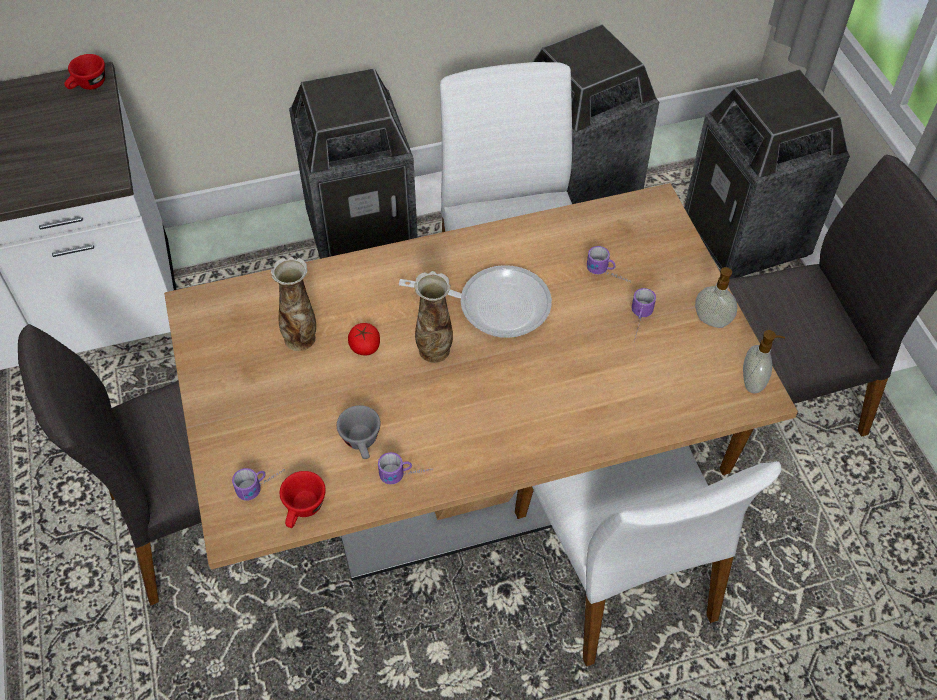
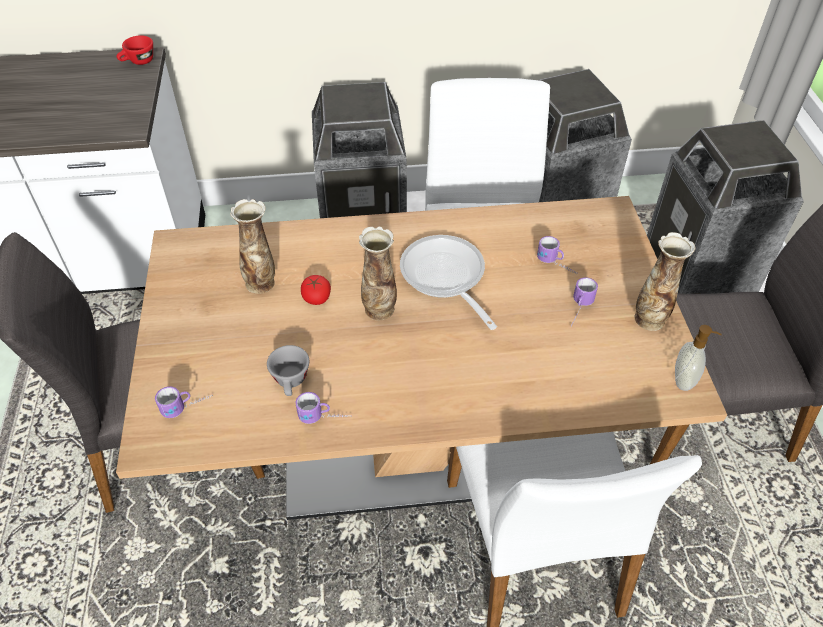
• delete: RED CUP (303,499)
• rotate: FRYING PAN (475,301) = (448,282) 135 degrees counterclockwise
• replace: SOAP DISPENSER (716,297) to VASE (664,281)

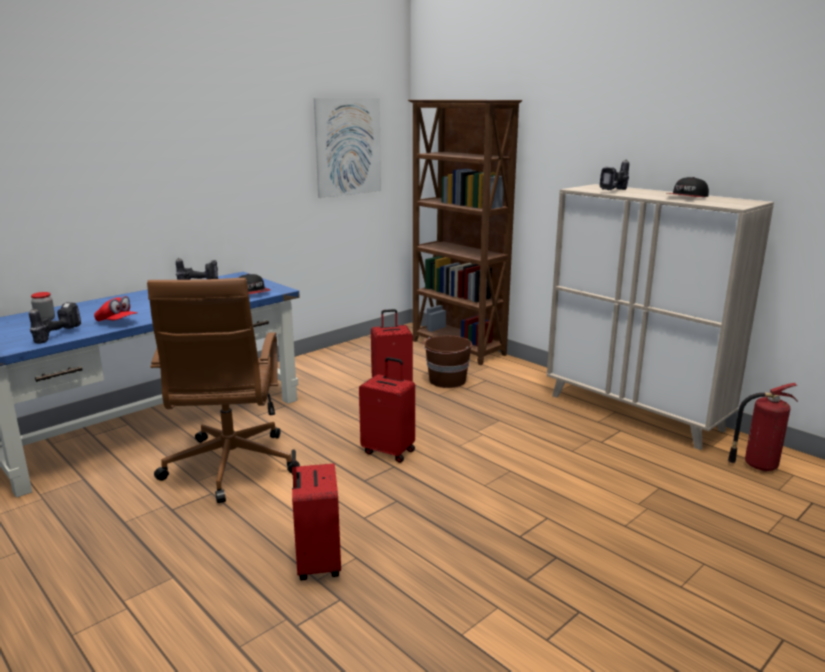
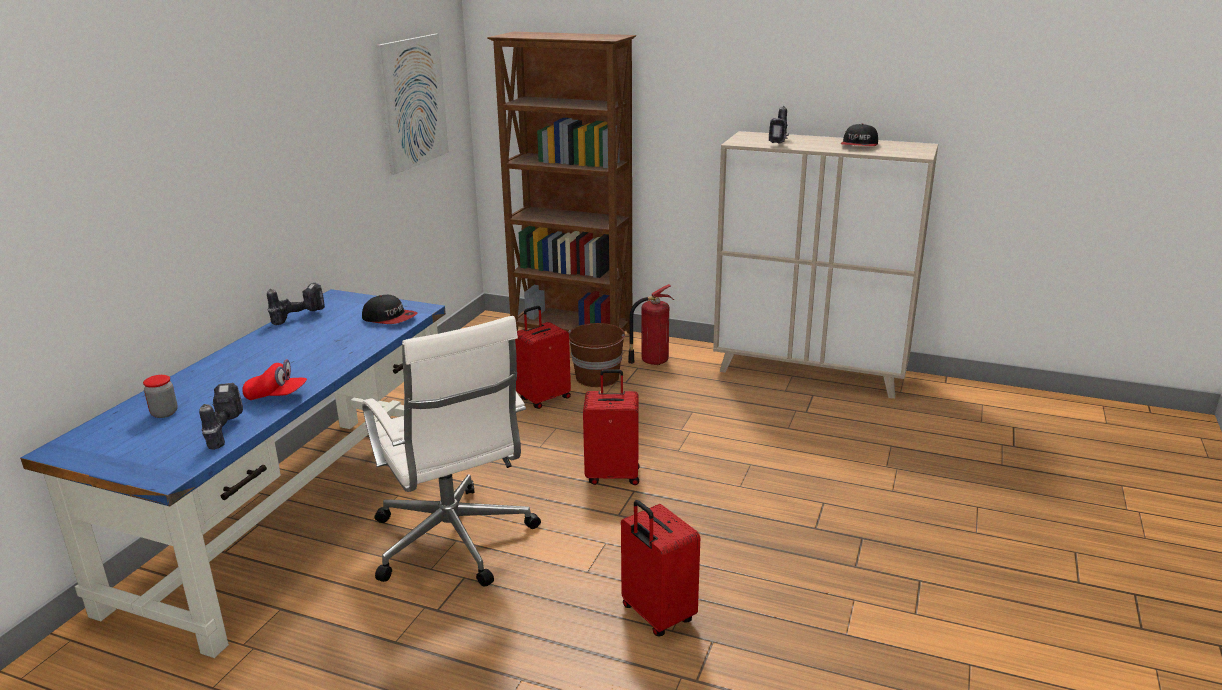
• recolor: BROWN OFFICE CHAIR (223,390) to WHITE OFFICE CHAIR (451,451)
• move: FIRE EXTINGUISHER (763,427) to (651,324)

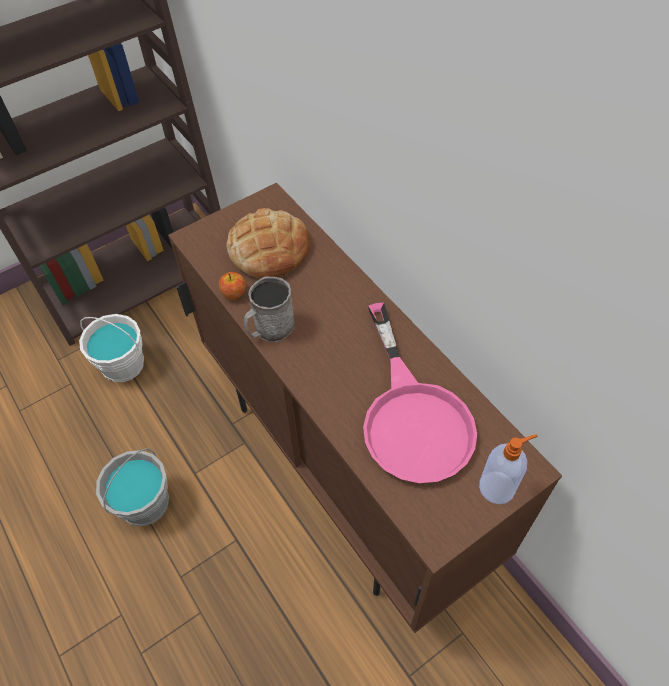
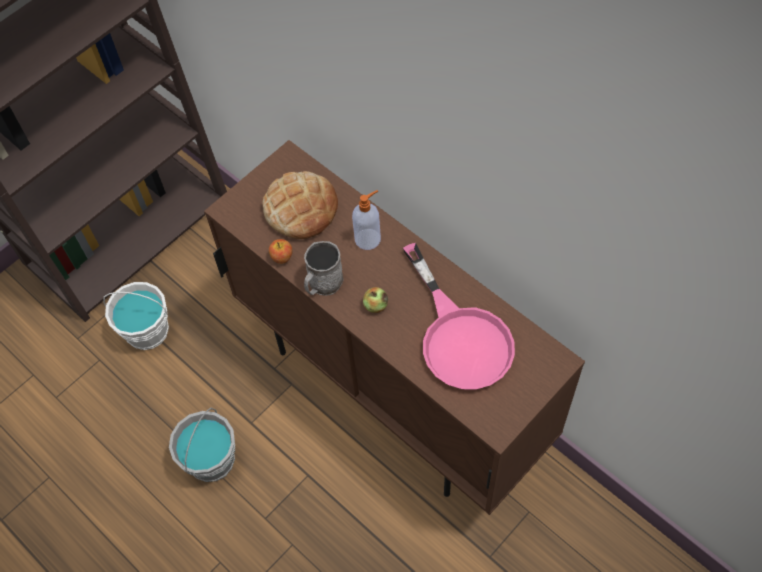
• move: SOAP DISPENSER (508,469) to (366,220)
• insert: APPLE (375,300)

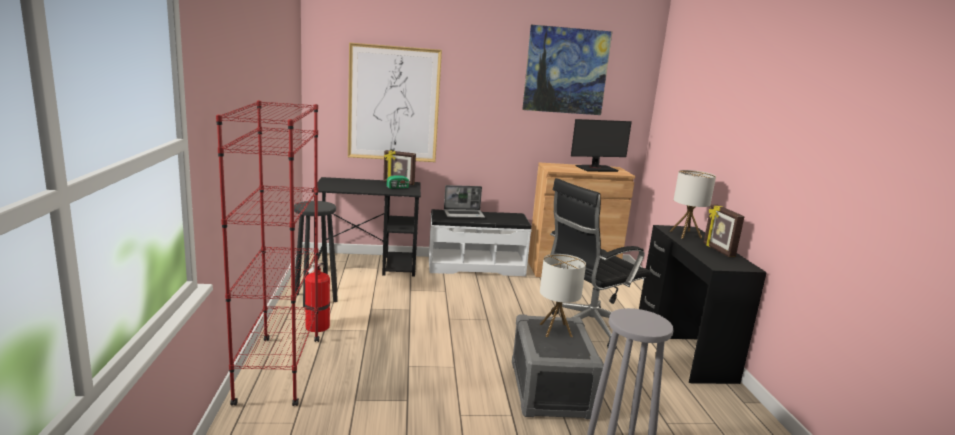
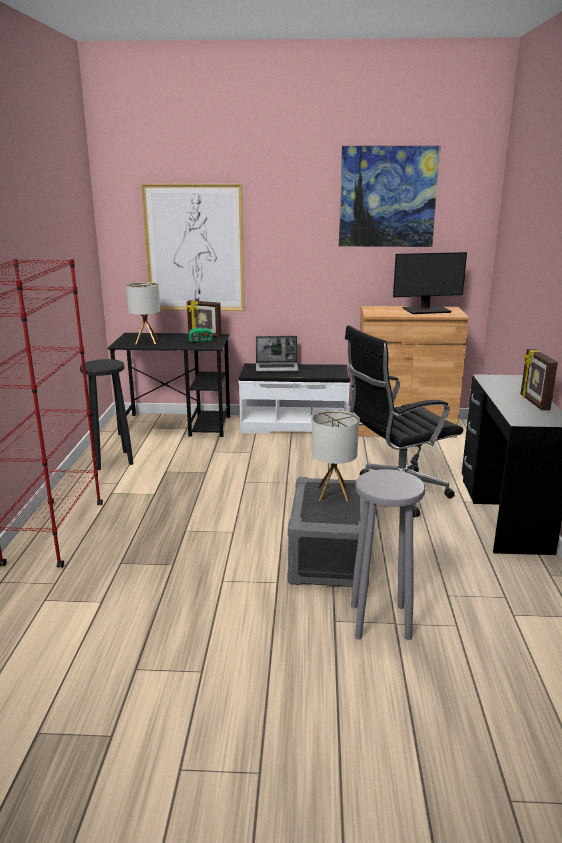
• delete: FIRE EXTINGUISHER (317,297)
• move: TABLE LAMP (693,204) to (143,313)

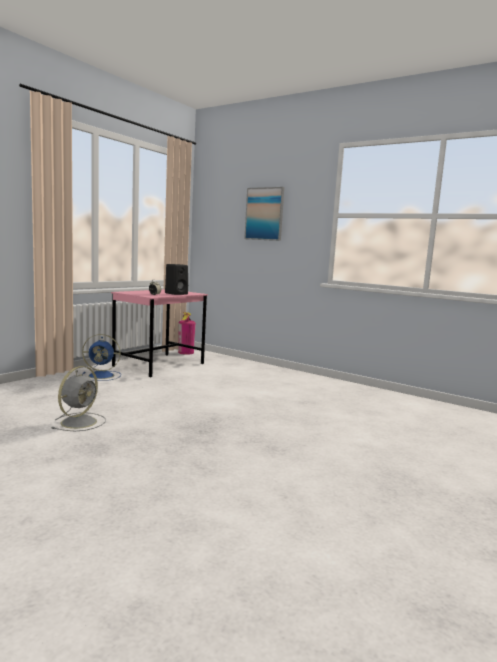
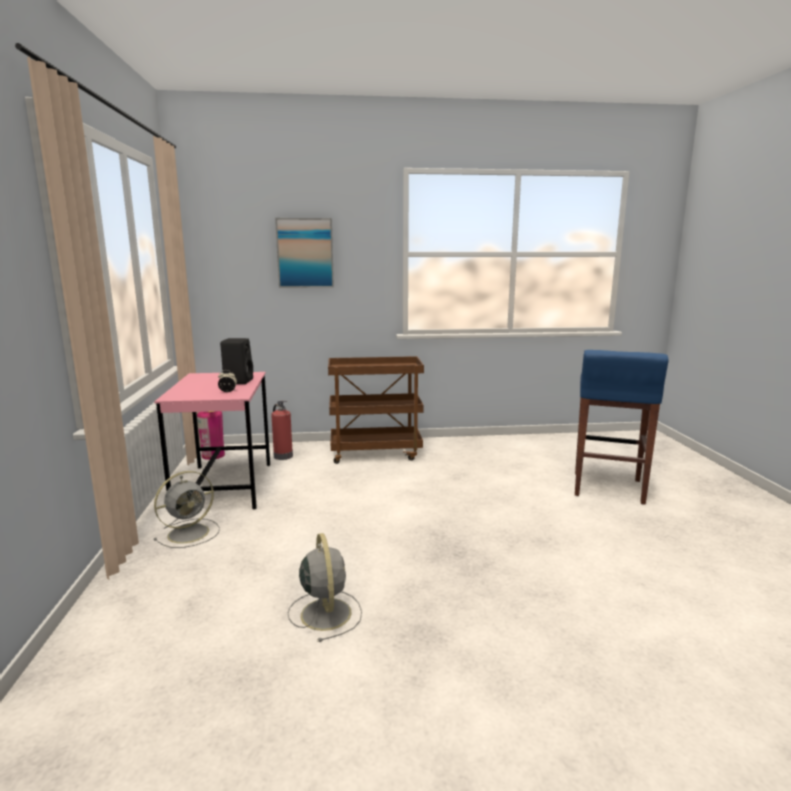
• recolor: BLUE FAN (101,357) to GREY FAN (186,509)
• insert: FIRE EXTINGUISHER (282,430)
• insert: BROWN CART (376,410)
• insert: BLUE STOOL (622,427)

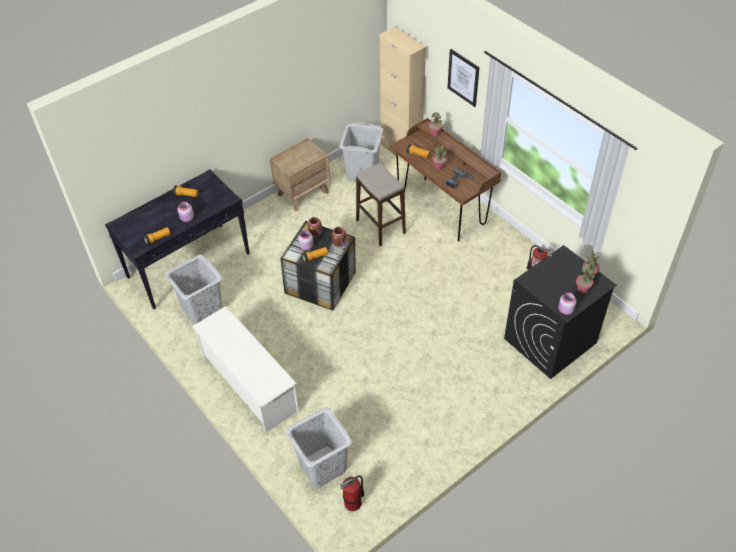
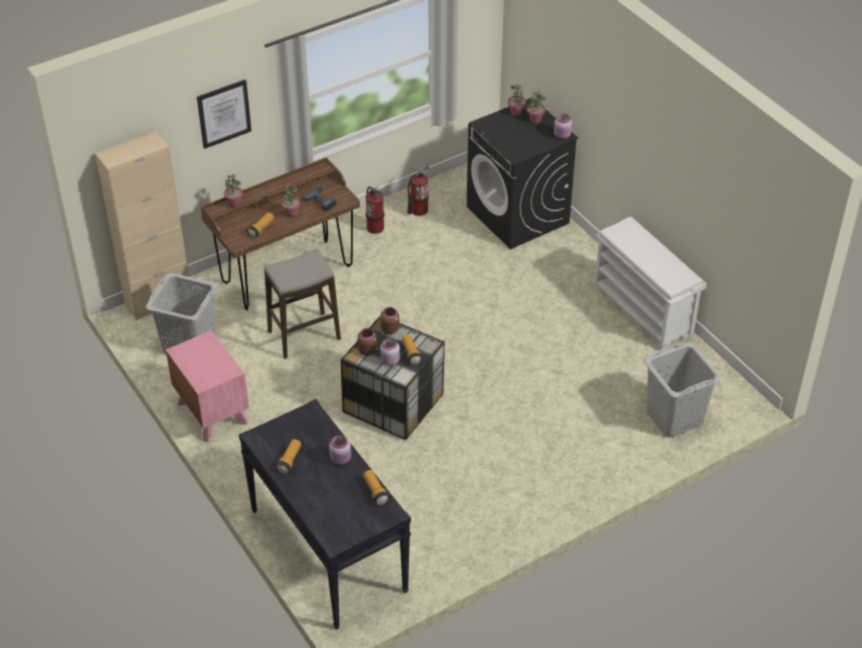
• delete: GREY LAUNDRY BASKET (193,289)
• delete: WHITE SHOE RACK (246,369)
• recolor: BROWN NIGHTSTAND (300,174) to PINK NIGHTSTAND (207,386)
• move: FIRE EXTINGUISHER (352,493) to (374,210)
• insert: WHITE BENCH (650,283)

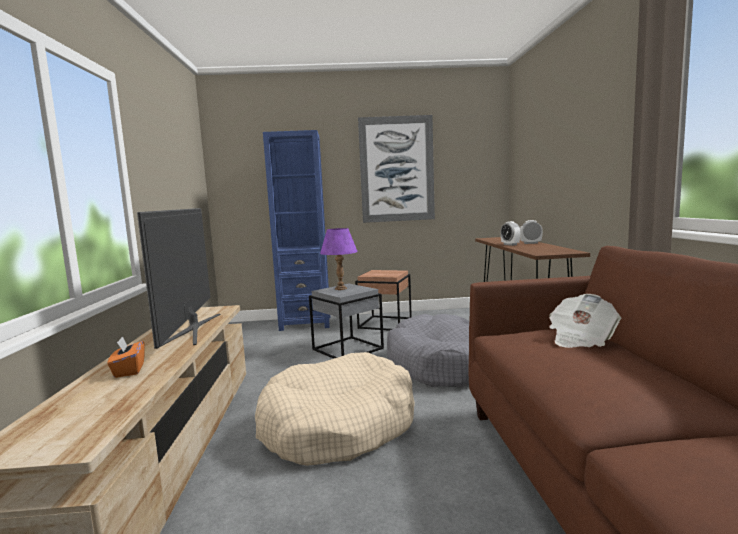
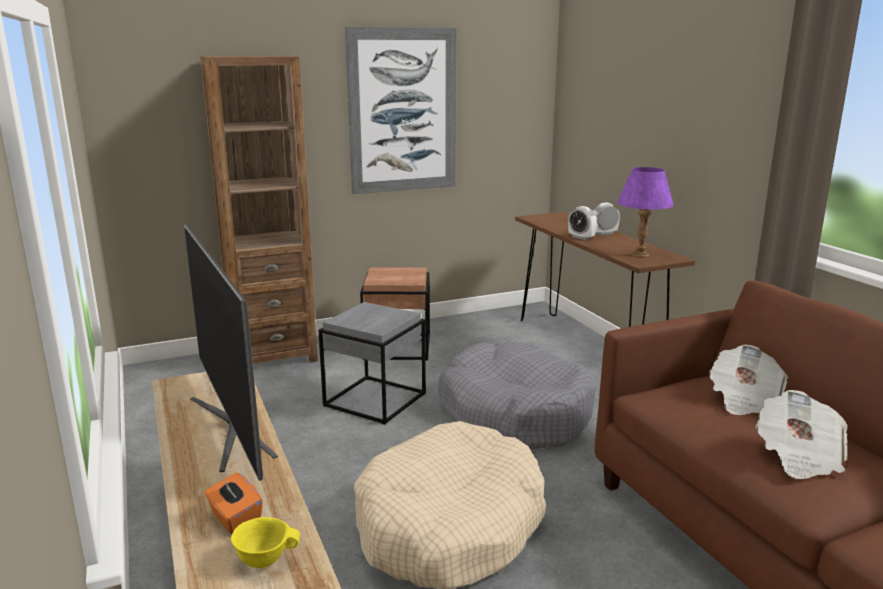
• recolor: BLUE BOOKCASE (296,230) to BROWN BOOKCASE (259,210)
• move: PURPLE TABLE LAMP (339,259) to (645,212)
• insert: YELLOW BOWL (265,542)
• insert: NEWSPAPER (801,434)

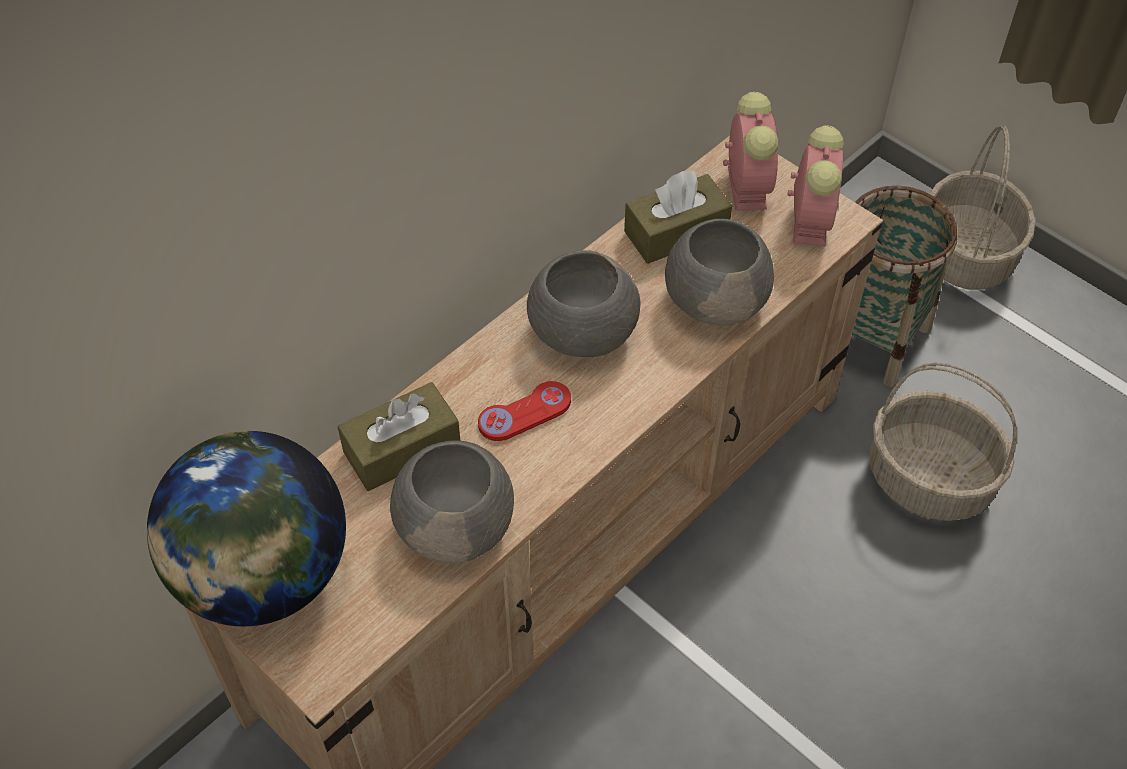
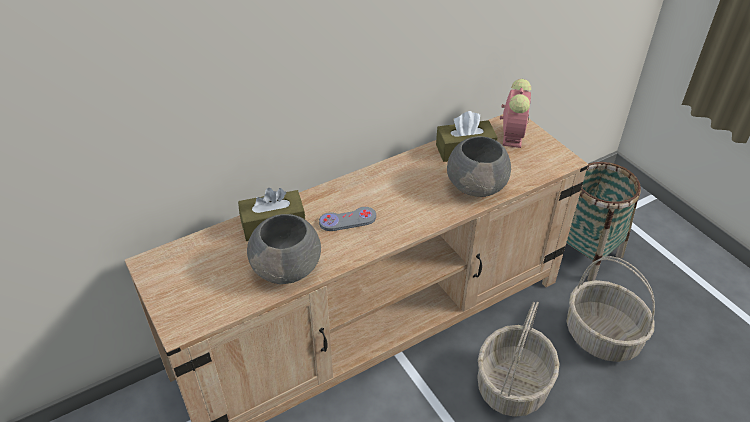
• delete: GLOBE (246,528)
• recolor: RED GAME CONTROLLER (524,411) to GREY GAME CONTROLLER (347,219)
• delete: GREY BOWL (584,304)
• delete: ALARM CLOCK (816,186)
• move: BASKET (982,208) to (519,359)

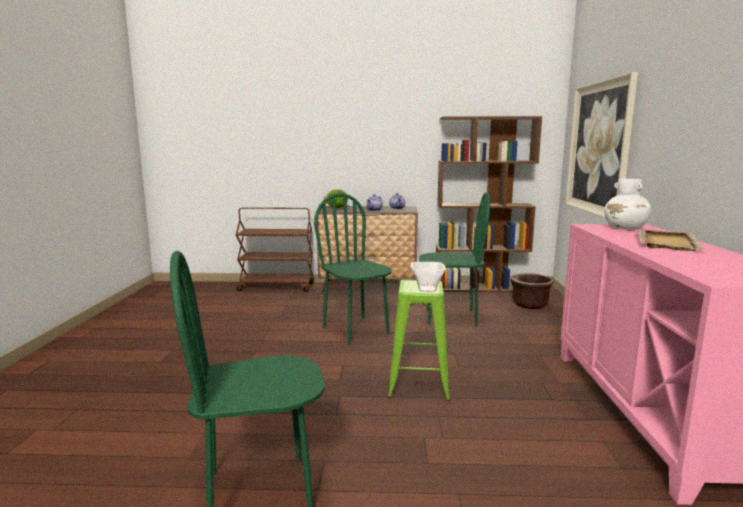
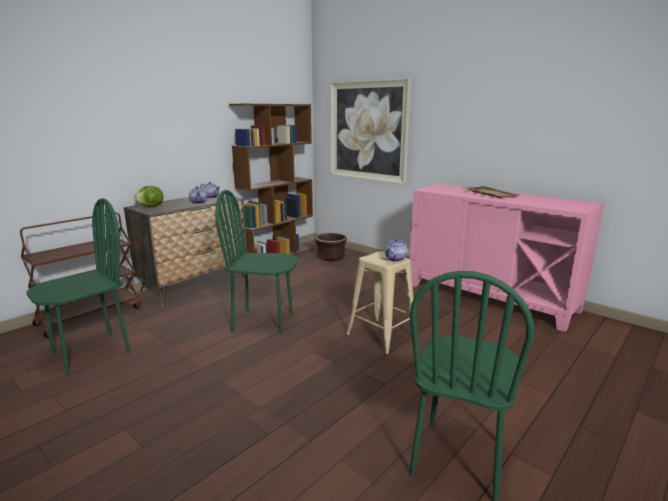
• recolor: GREEN STOOL (418,340) to BEIGE STOOL (379,303)
• replace: BOWL (428,277) to TEAPOT (396,250)
• move: GREEN CHAIR (454,259) to (78,286)
• delete: WHITE VASE (627,204)

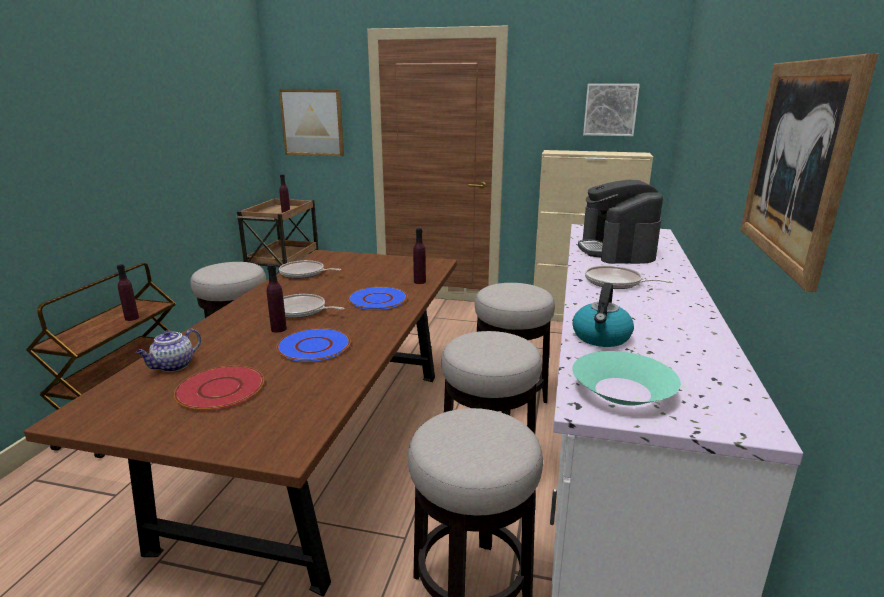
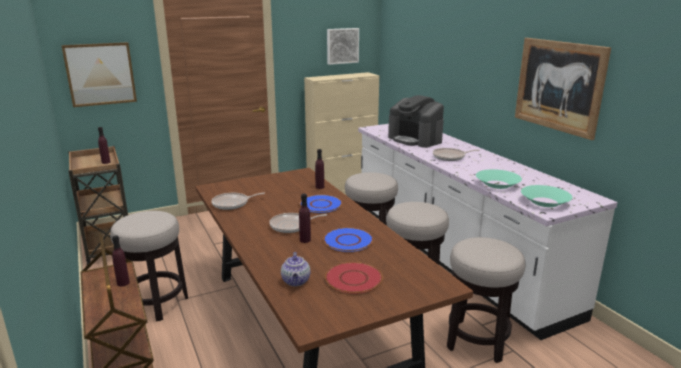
• replace: KETTLE (603,315) to TURQUOISE BOWL (499,179)

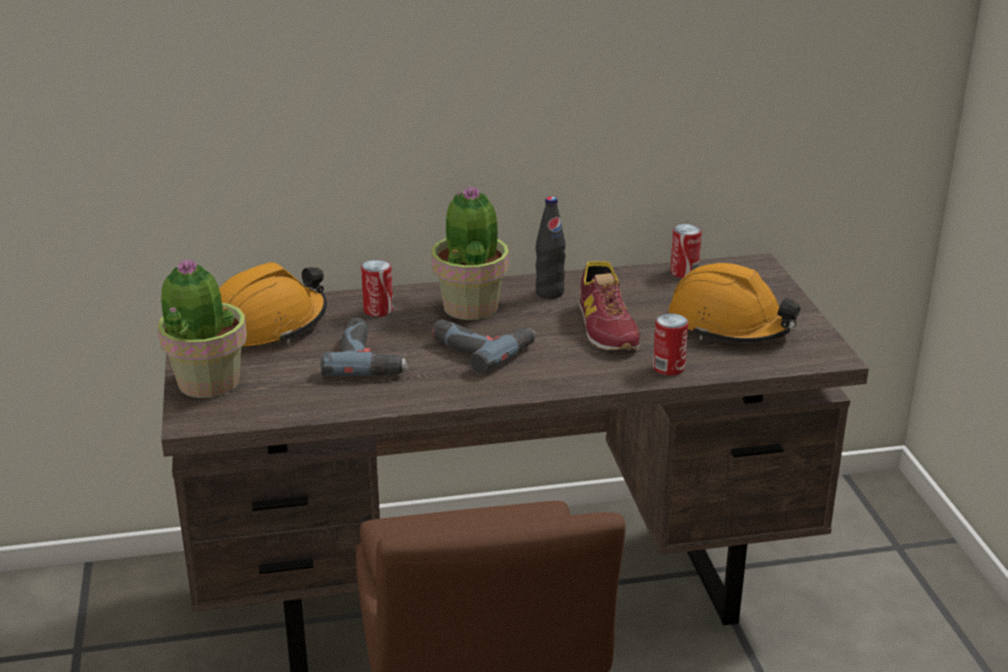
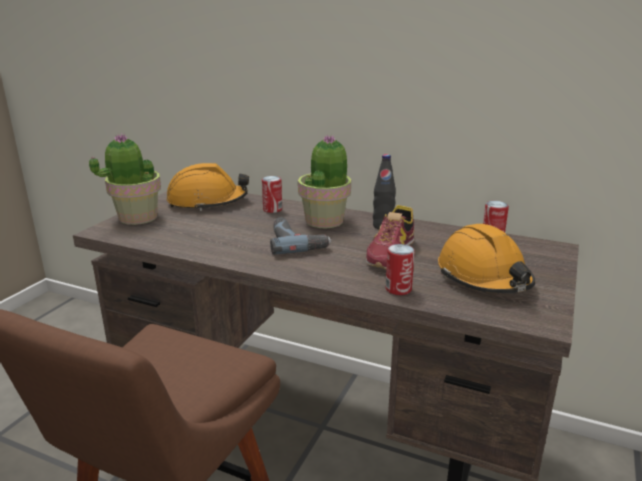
• delete: POWER DRILL (364,347)

